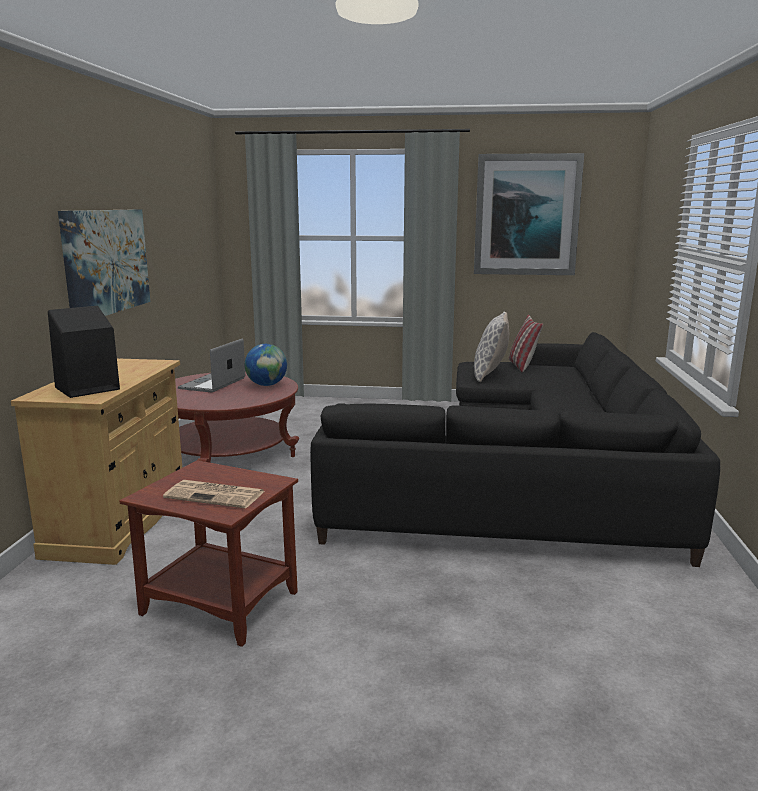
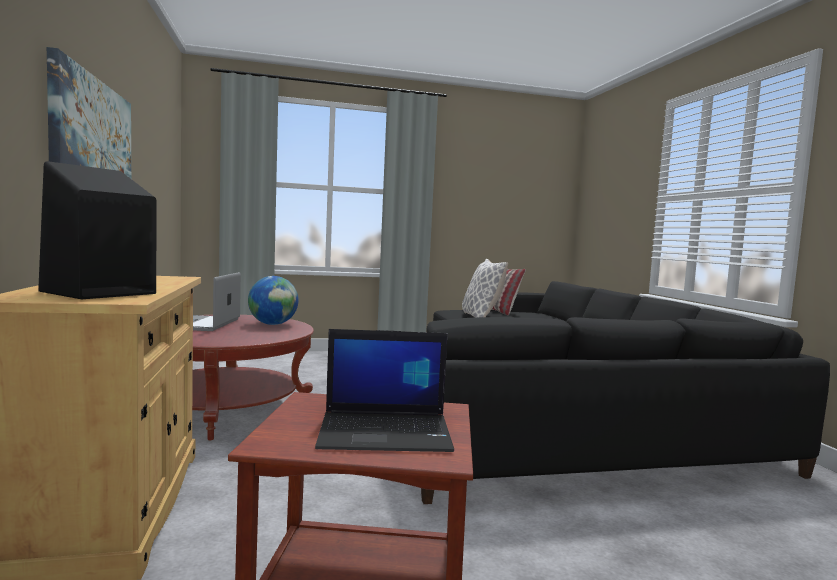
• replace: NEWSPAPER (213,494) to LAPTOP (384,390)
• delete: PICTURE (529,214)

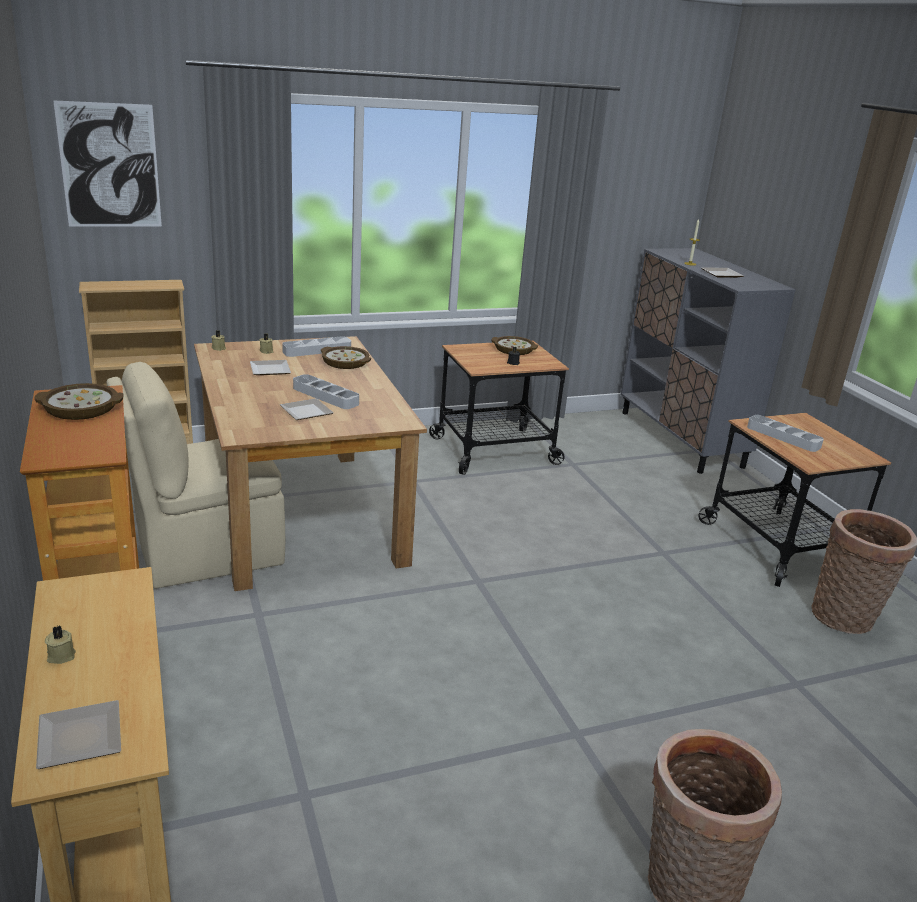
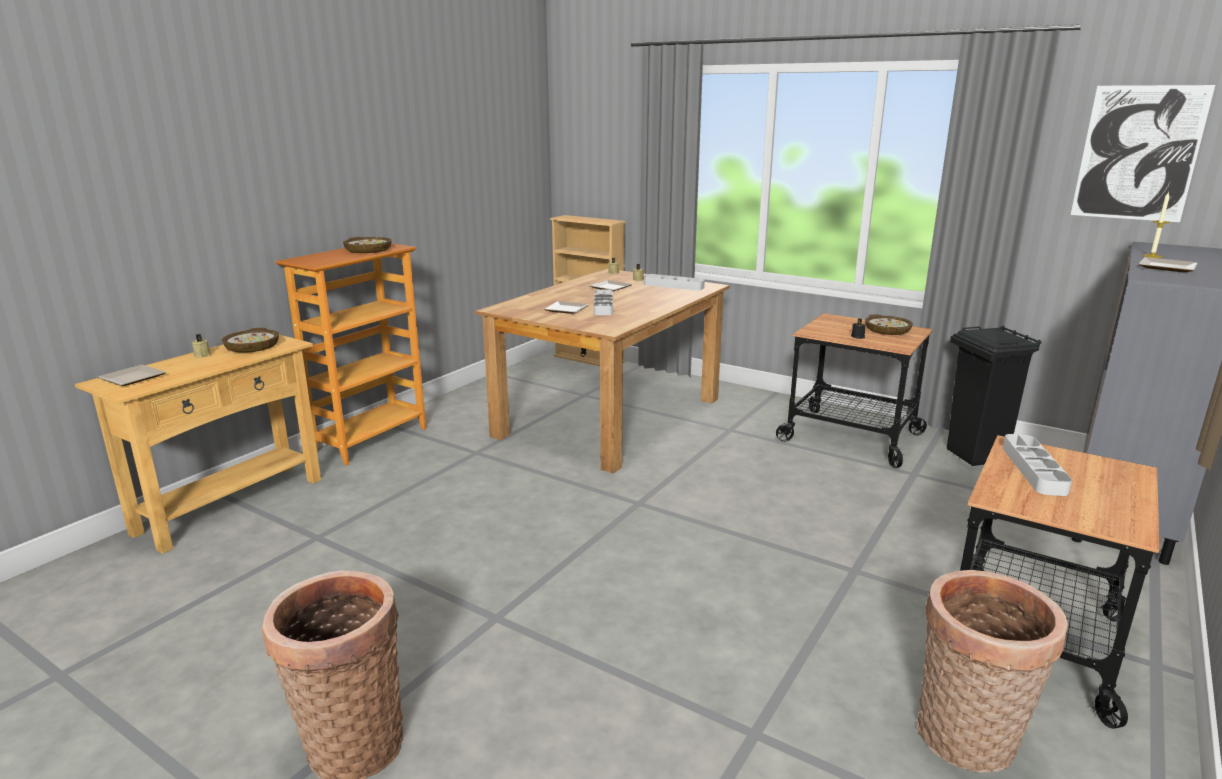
• move: PICTURE (107,163) to (1143,153)
• delete: BEIGE CHAIR (195,475)
• move: BOWL (346,357) to (250,340)
• insert: BLACK TRASH CAN (994,396)

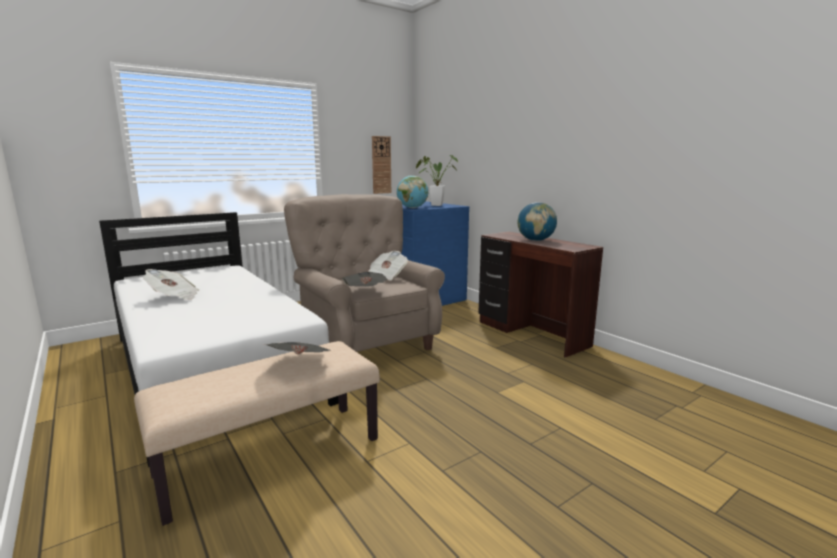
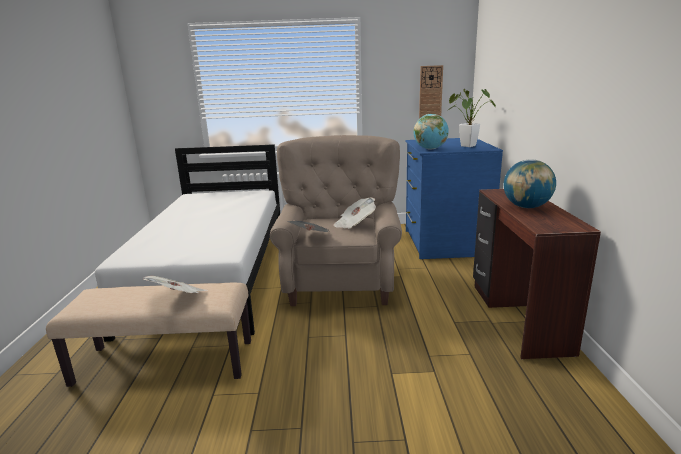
• delete: NEWSPAPER (171,284)

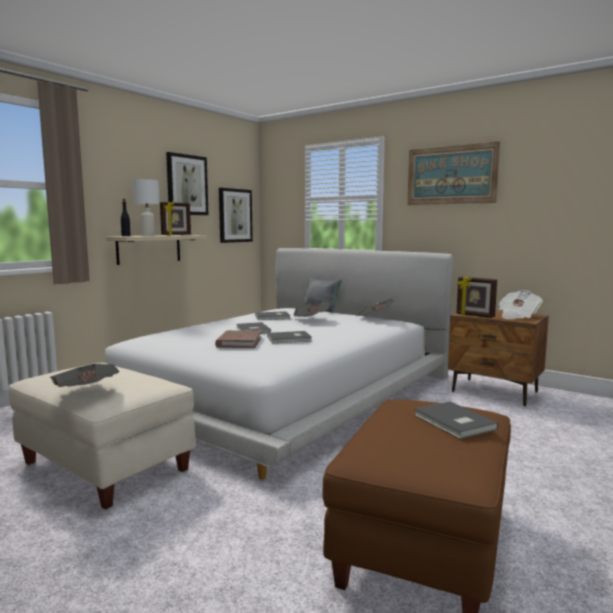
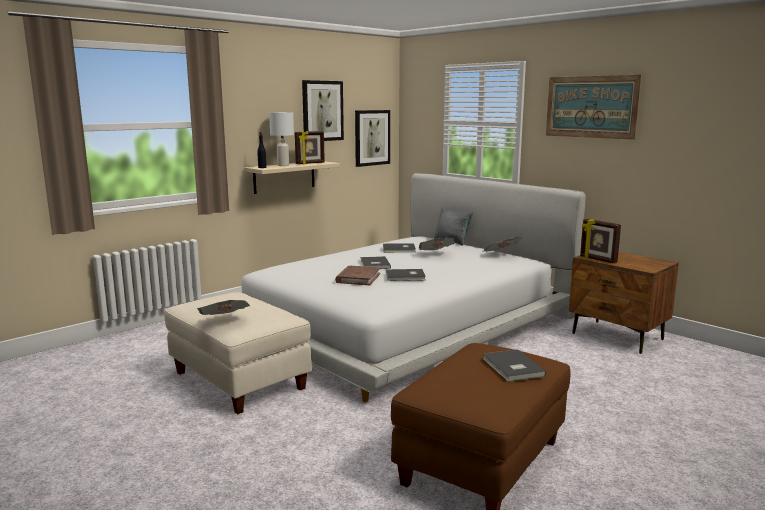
• delete: NEWSPAPER (521,304)

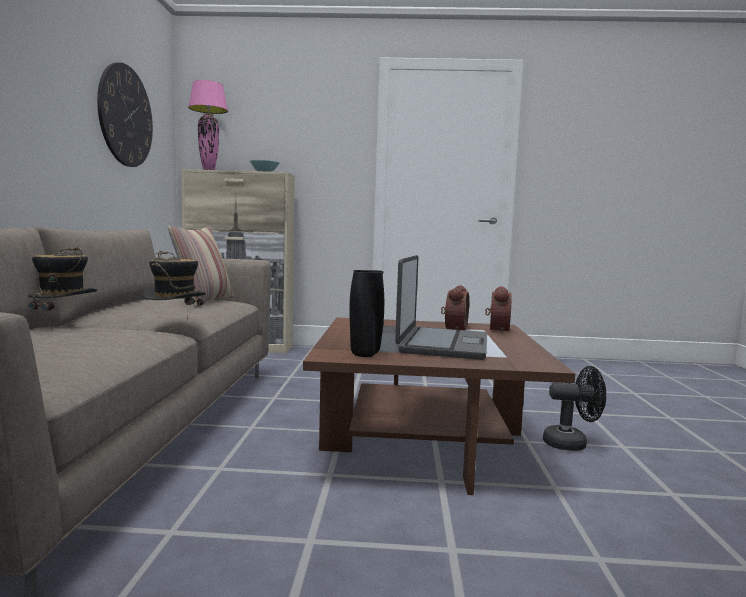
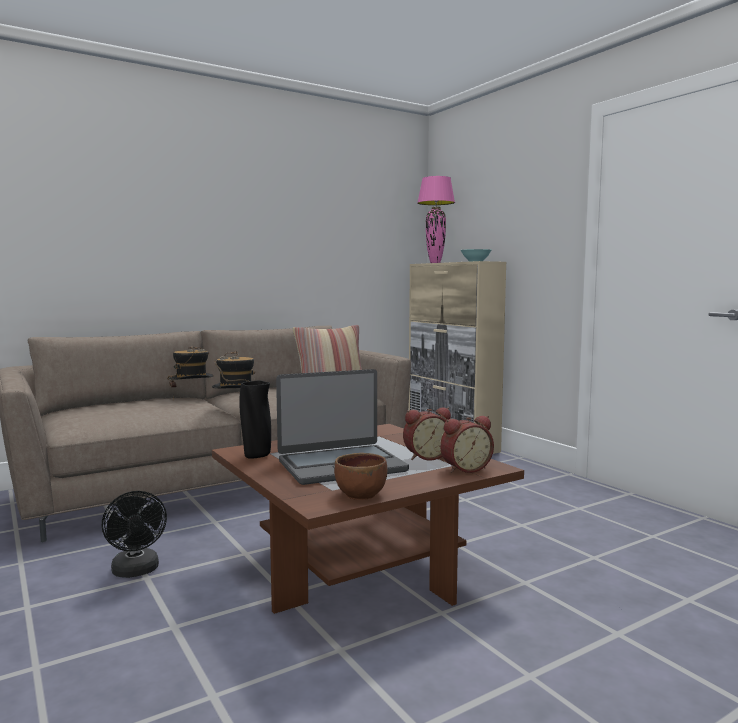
• delete: WALL CLOCK (125,114)
• move: BLACK FAN (574,408) to (134,534)
• insert: BROWN BOWL (360,476)

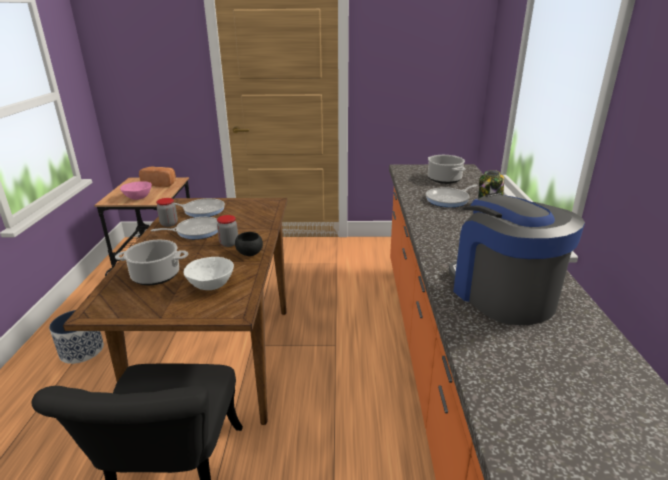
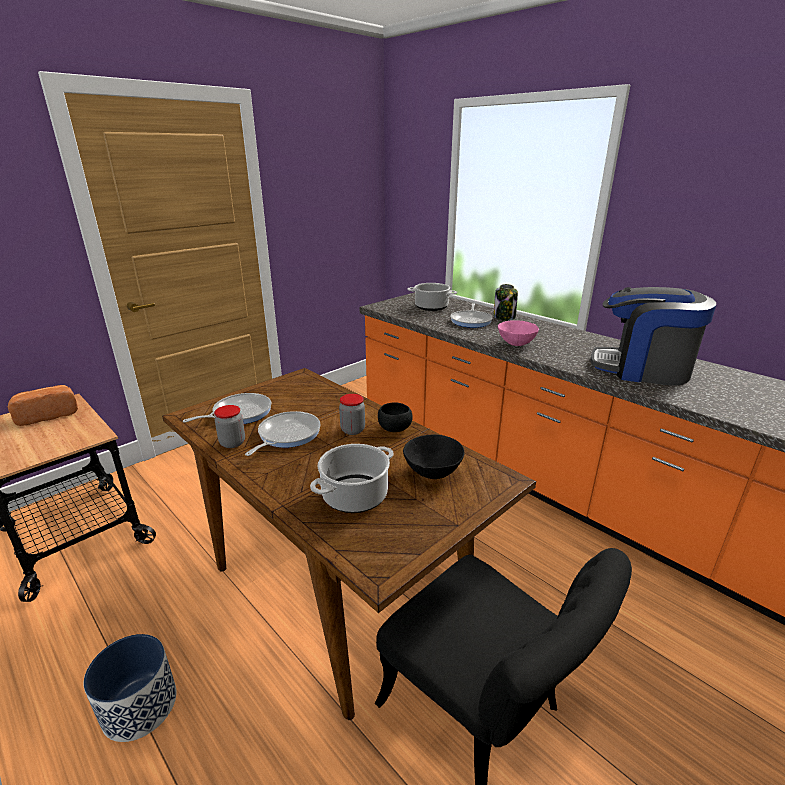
• move: PINK BOWL (136,190) to (518,333)
• recolor: WHITE BOWL (208,273) to BLACK BOWL (433,457)

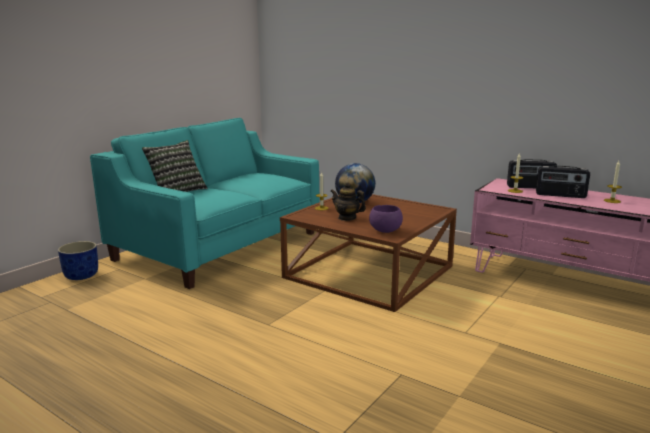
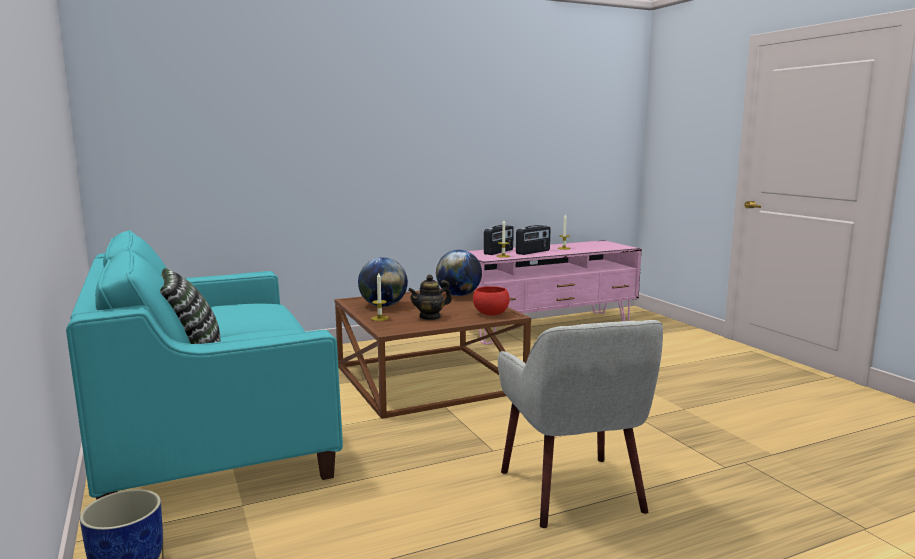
• recolor: PURPLE BOWL (386,219) to RED BOWL (491,300)
• insert: GLOBE (459,273)
• insert: BEIGE ARMCHAIR (580,424)

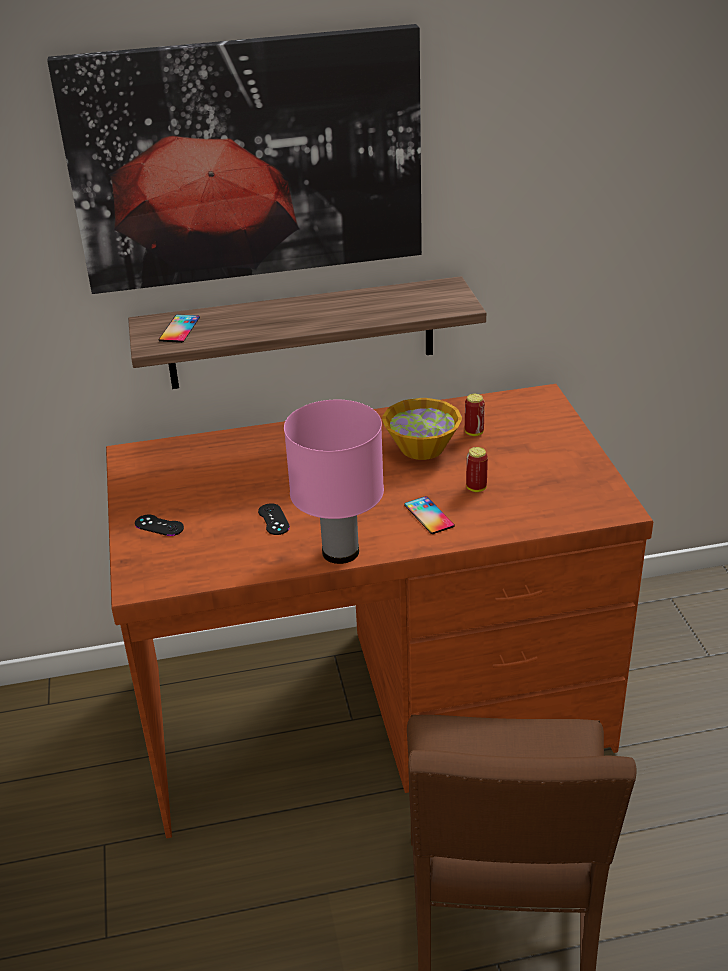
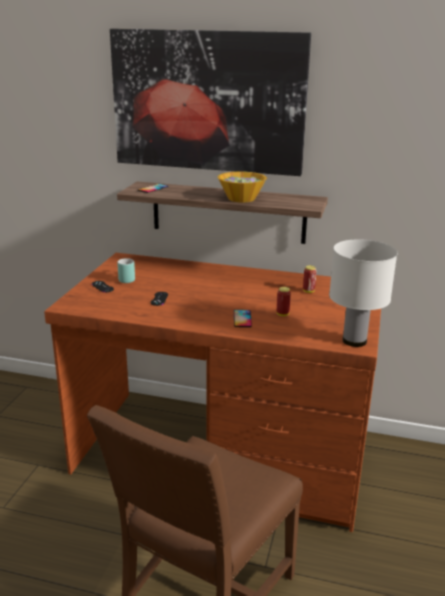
• delete: PINK TABLE LAMP (334,482)
• move: BOWL (422,429) to (242,186)
• insert: TURQUOISE MUG (126,270)
• insert: WHITE TABLE LAMP (363,293)

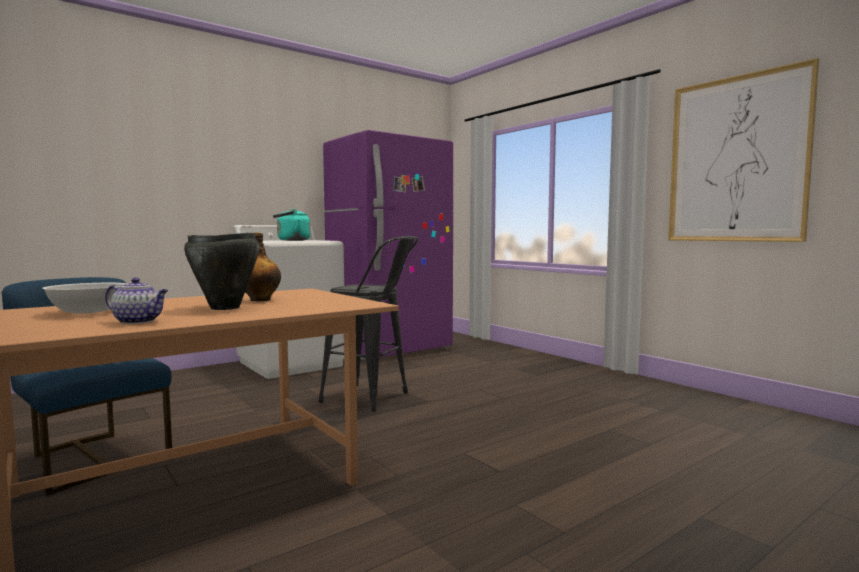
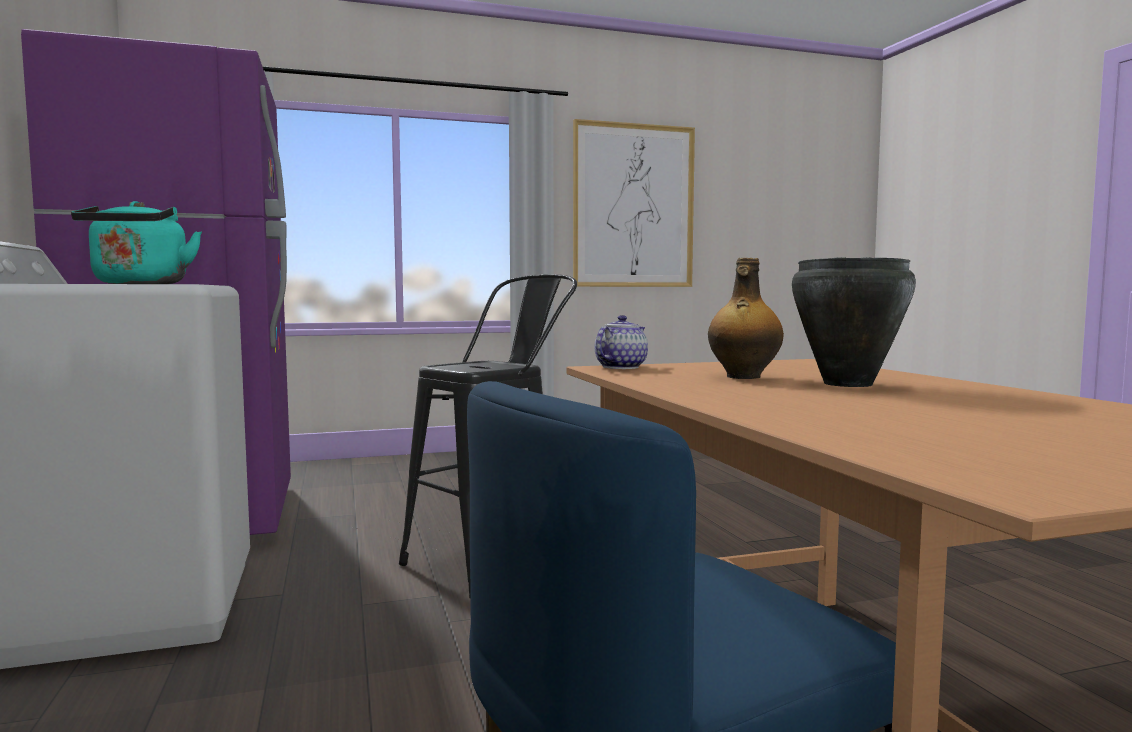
• delete: WHITE BOWL (84,298)
• move: TEAPOT (136,301) to (621,342)

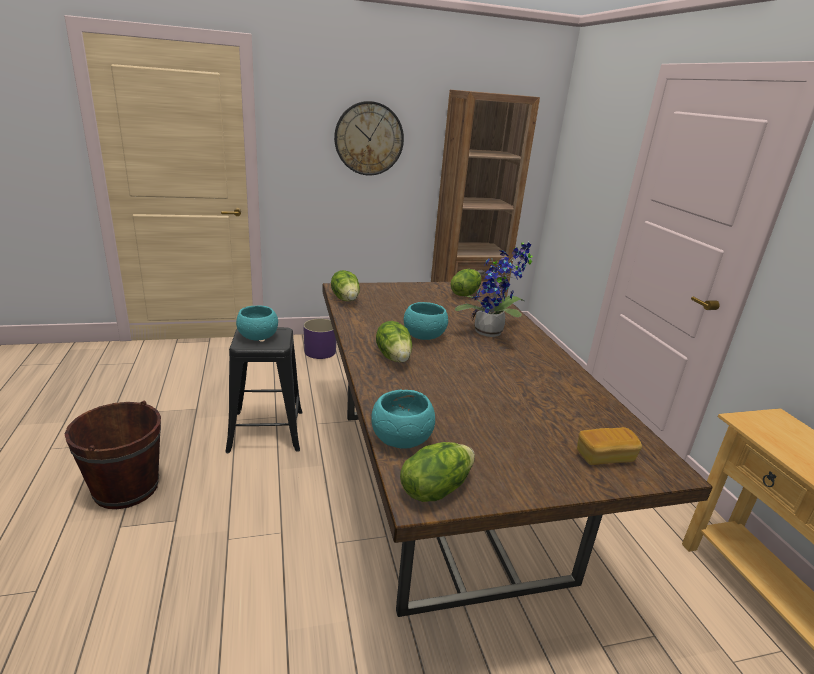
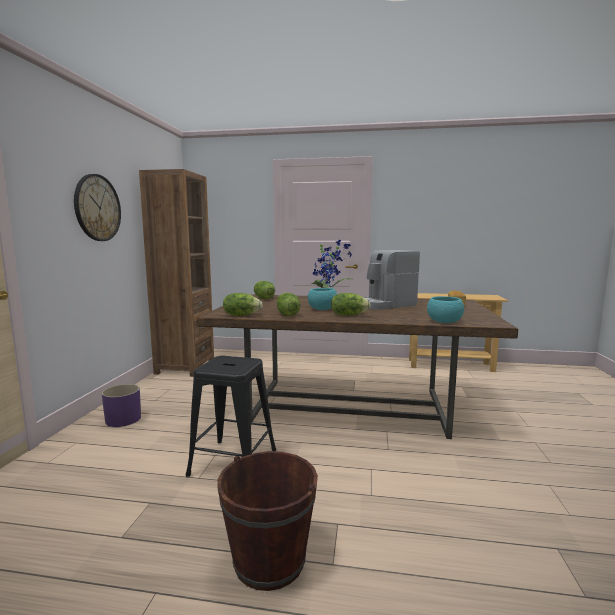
• delete: TURQUOISE BOWL (257,323)
• move: LETTUCE (437,472) to (289,304)
• insert: COFFEE MACHINE (391,280)

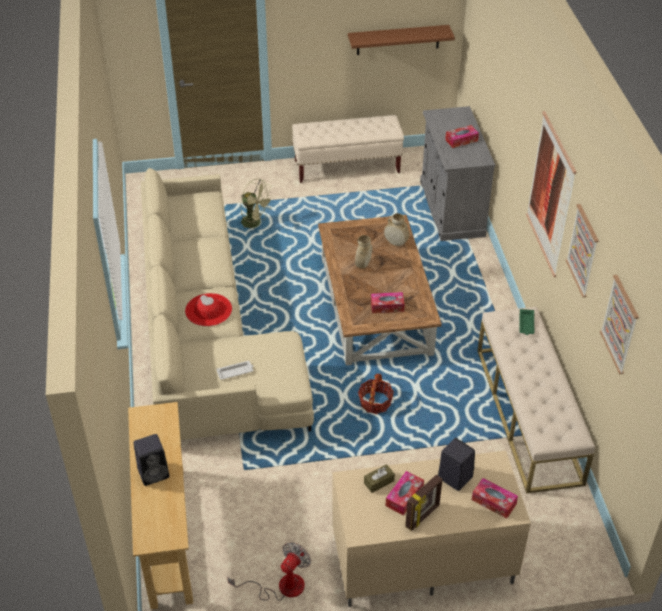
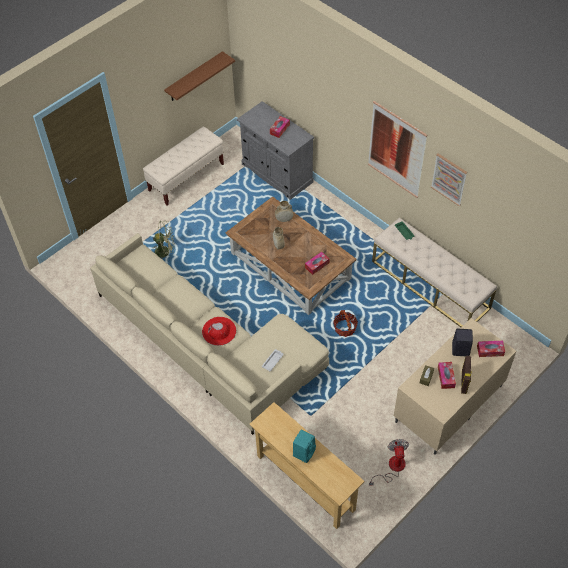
• recolor: BLACK SPEAKER (151,460) to TURQUOISE SPEAKER (304,446)
• delete: PICTURE (619,324)

